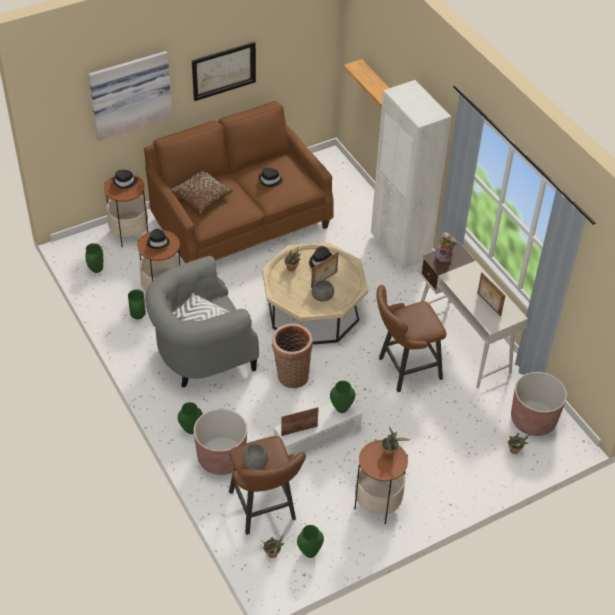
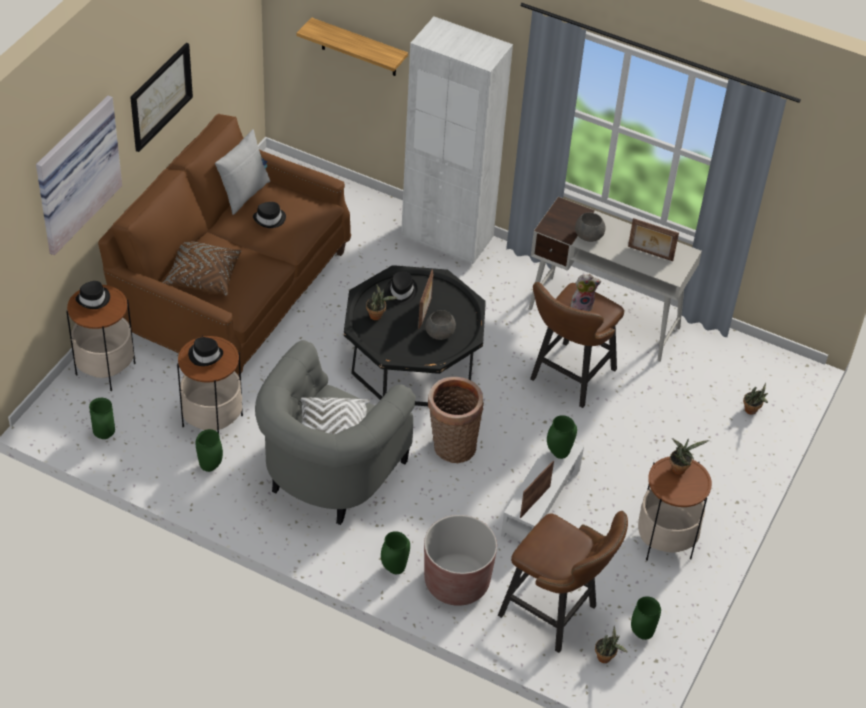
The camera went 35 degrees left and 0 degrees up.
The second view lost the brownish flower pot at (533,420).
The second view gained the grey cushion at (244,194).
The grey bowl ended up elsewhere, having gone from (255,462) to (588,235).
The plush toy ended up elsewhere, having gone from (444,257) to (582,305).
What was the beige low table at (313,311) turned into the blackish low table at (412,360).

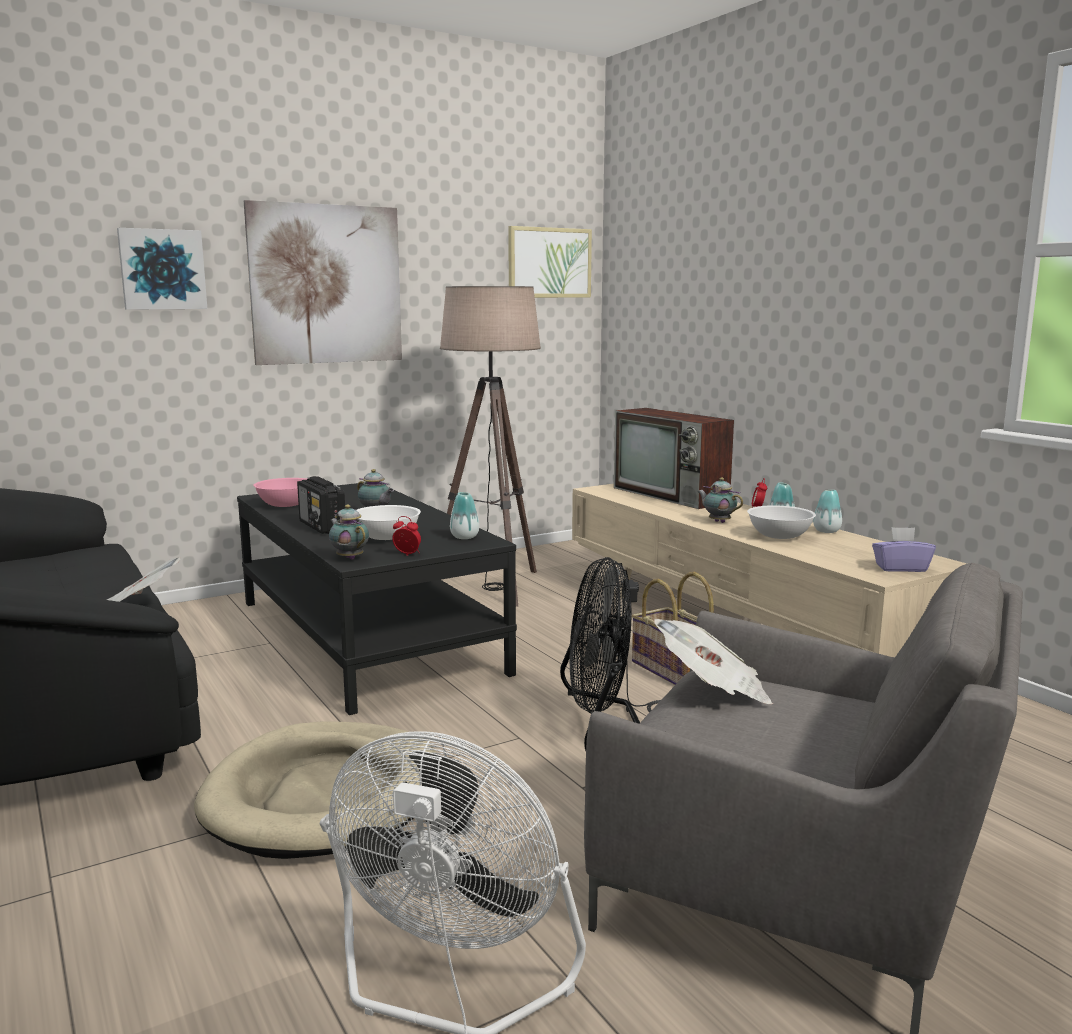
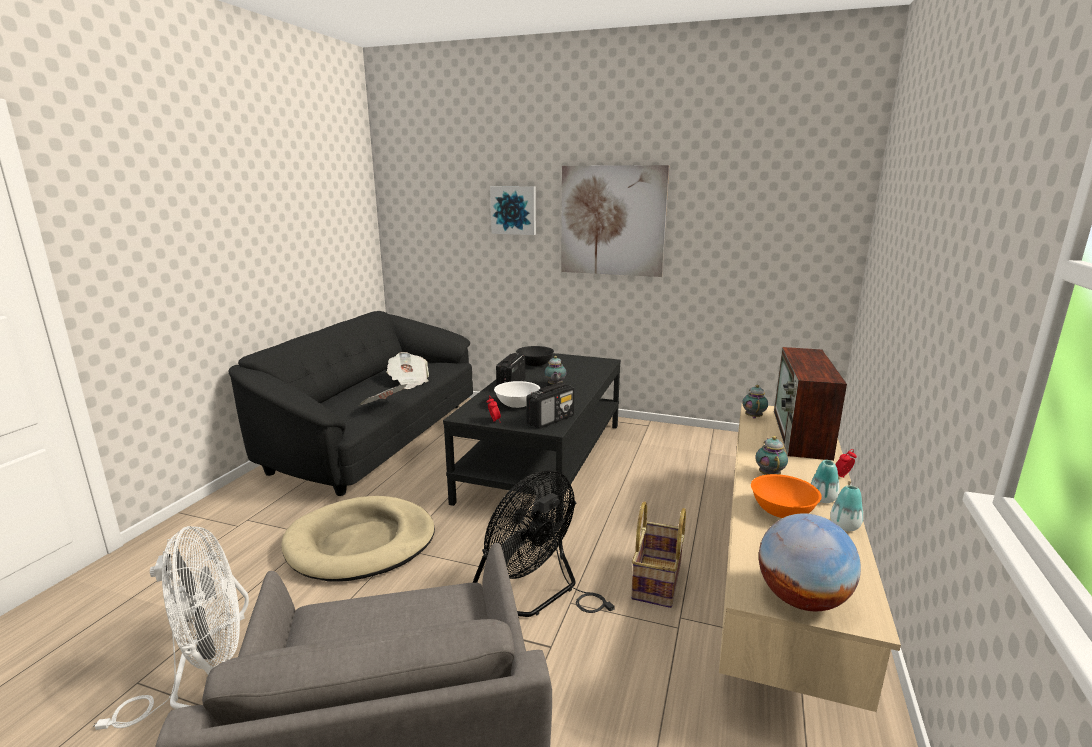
The camera went 50 degrees right and 5 degrees up.
The second view lost the standing lamp at (492,586).
The second view lost the picture at (549,263).
The tea pot ended up elsewhere, having gone from (349,558) to (753,416).
The daily paper ended up elsewhere, having gone from (713,690) to (409,381).
Where the flower vase stood at (464,537), the radio came to stand at (551,420).
Where the purple-coloured box of tissues stood at (901,568), the world globe came to stand at (801,599).
What was the pinkish bowl at (285,505) turned into the blackish bowl at (535,364).
What was the white bowl at (779,536) turned into the orange-coloured bowl at (782,510).

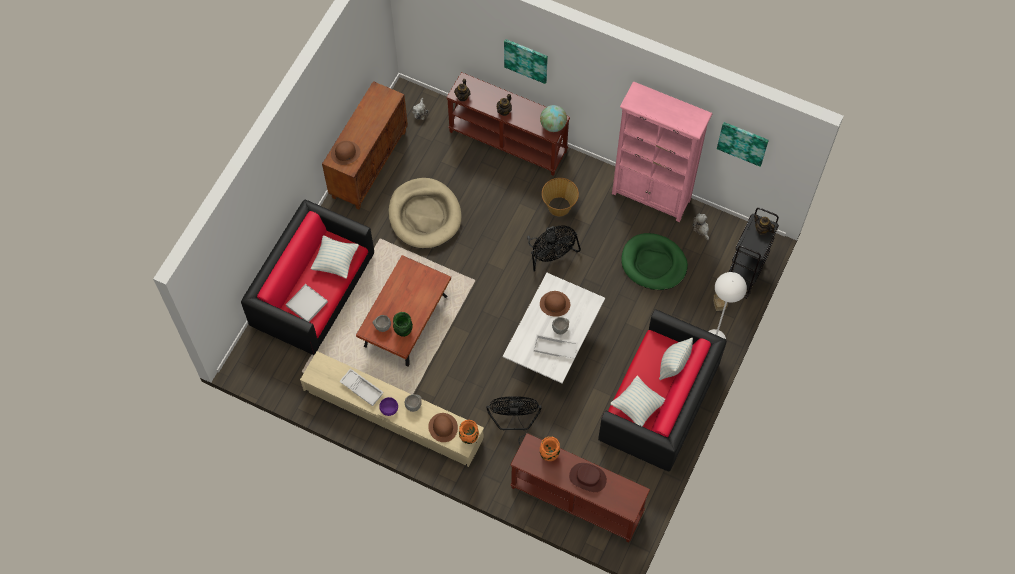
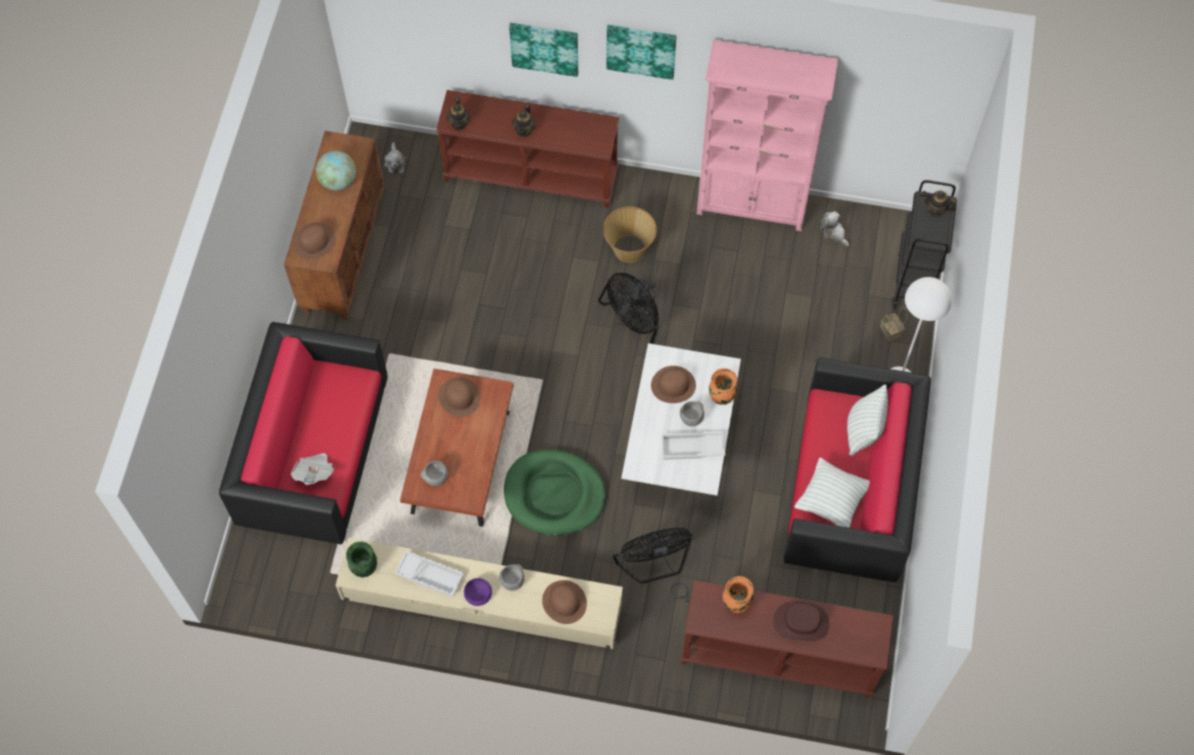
The camera went 15 degrees left and 0 degrees up.
The second view lost the cushion at (335,261).
The second view lost the beige pet bed at (424,215).
The second view gained the brownish hat at (459,397).
The greenish flower vase ended up elsewhere, having gone from (403,331) to (364,568).
The orange-coloured flower vase ended up elsewhere, having gone from (469,438) to (721,397).
The world globe ended up elsewhere, having gone from (553,125) to (338,181).
The greenish pet bed ended up elsewhere, having gone from (653,263) to (554,494).
The picture ended up elsewhere, having gone from (743,143) to (641,50).
Where the white serving tray stood at (307,304), the daily paper came to stand at (315,472).
The blackish cooling fan at (549,254) ended up facing another way, 90 degrees clockwise from before.

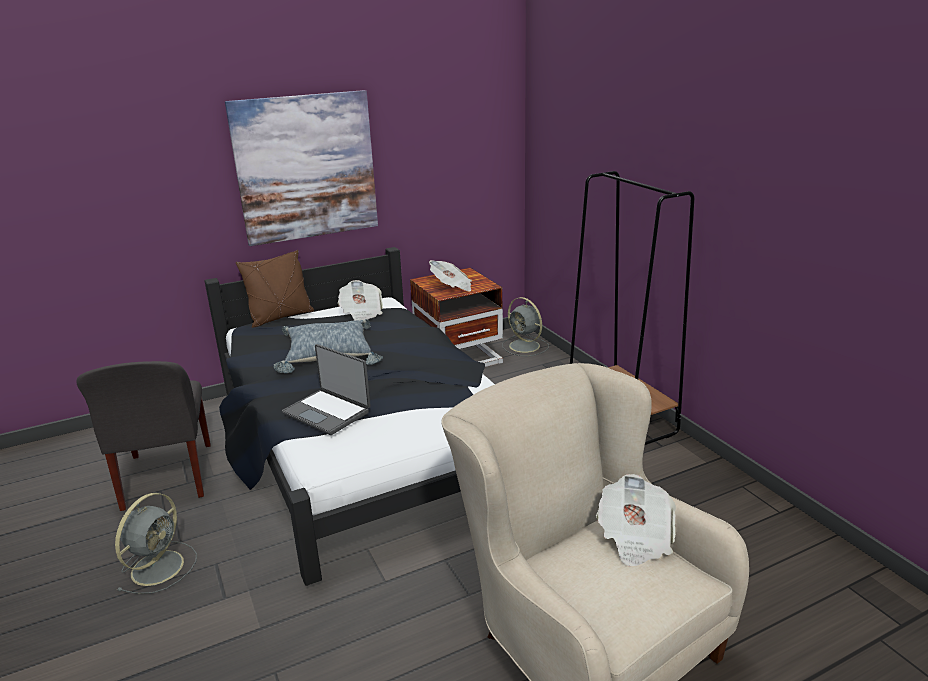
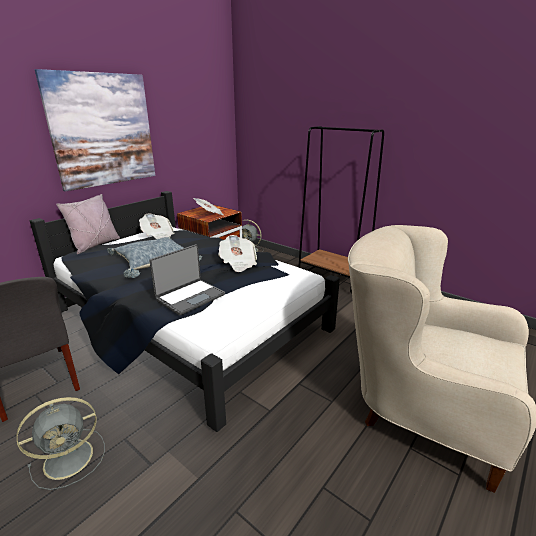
The camera went 25 degrees left and 0 degrees up.
The daily paper ended up elsewhere, having gone from (635,538) to (238,263).
What was the brownish cushion at (280,317) turned into the purple-coloured cushion at (95,245).
The grey cooling fan at (159,566) ended up facing another way, 60 degrees clockwise from before.
The laptop at (328,412) ended up facing another way, 60 degrees counterclockwise from before.

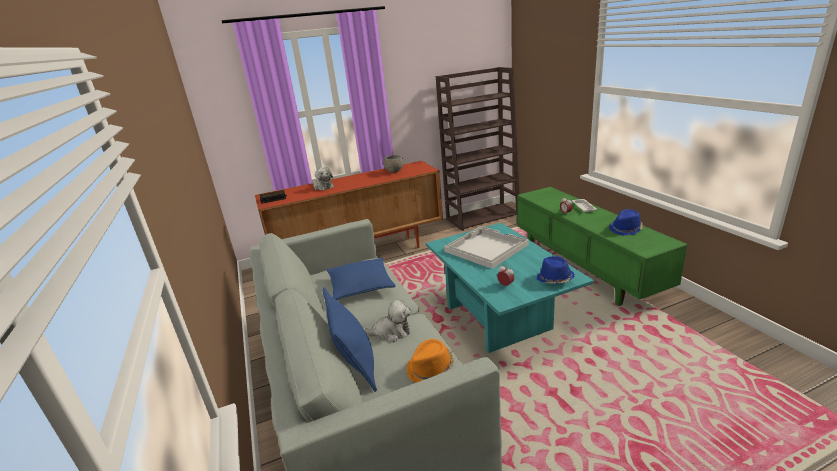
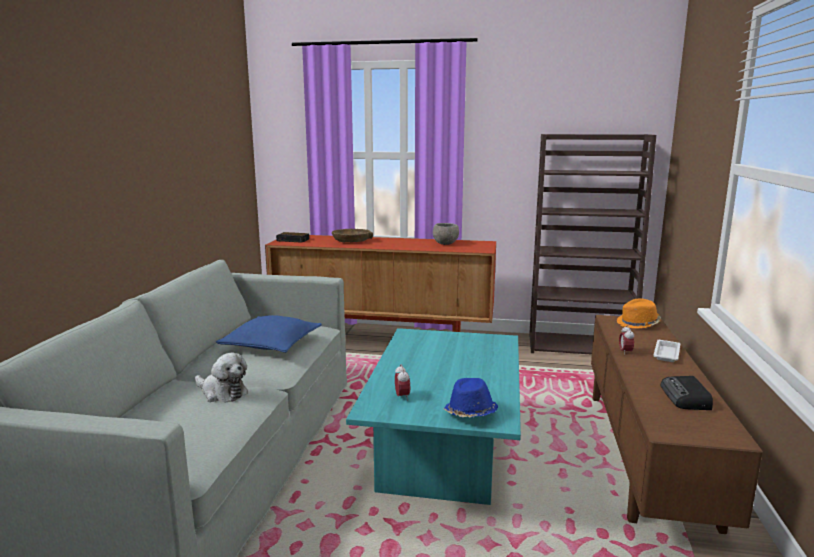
The camera went 30 degrees right and 10 degrees down.
The second view lost the bluish cushion at (356,367).
The second view lost the white serving tray at (485,248).
The orange-coloured hat ended up elsewhere, having gone from (431,369) to (638,324).
Where the plush toy stood at (322,187), the brownish bowl came to stand at (352,241).
Where the bluish hat stood at (626,229), the radio came to stand at (686,398).
What was the greenish media console at (586,267) turned into the brownish media console at (648,453).

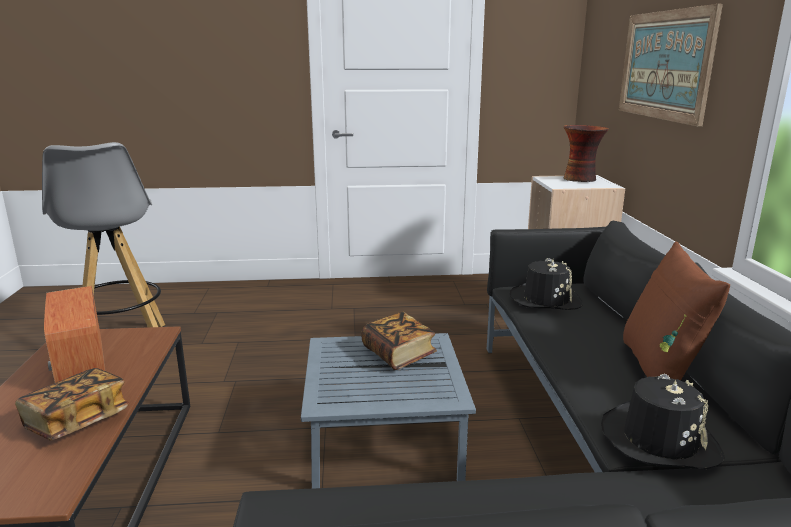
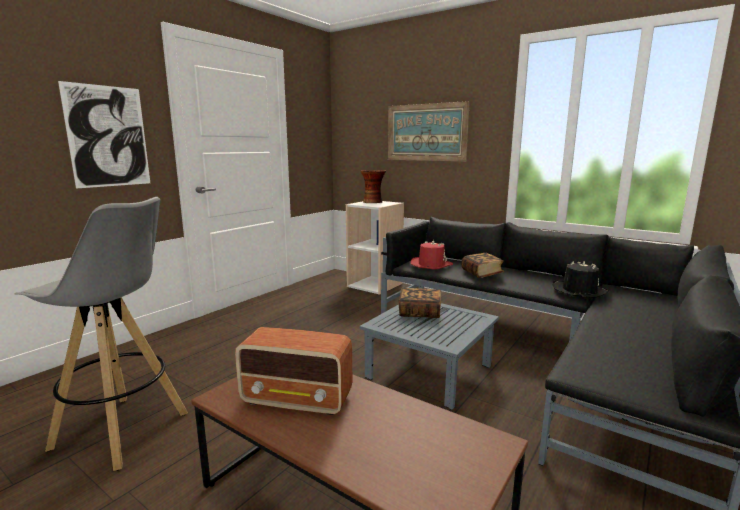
The camera went 50 degrees left and 5 degrees down.
The second view lost the brownish cushion at (660,371).
The second view gained the picture at (108,136).
The bound book ended up elsewhere, having gone from (77,421) to (481,273).
What was the blackish hat at (545,299) turned into the red-coloured hat at (431,265).

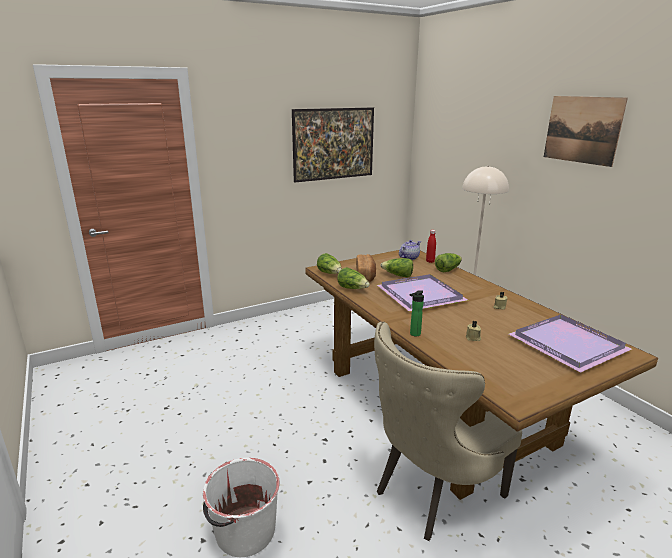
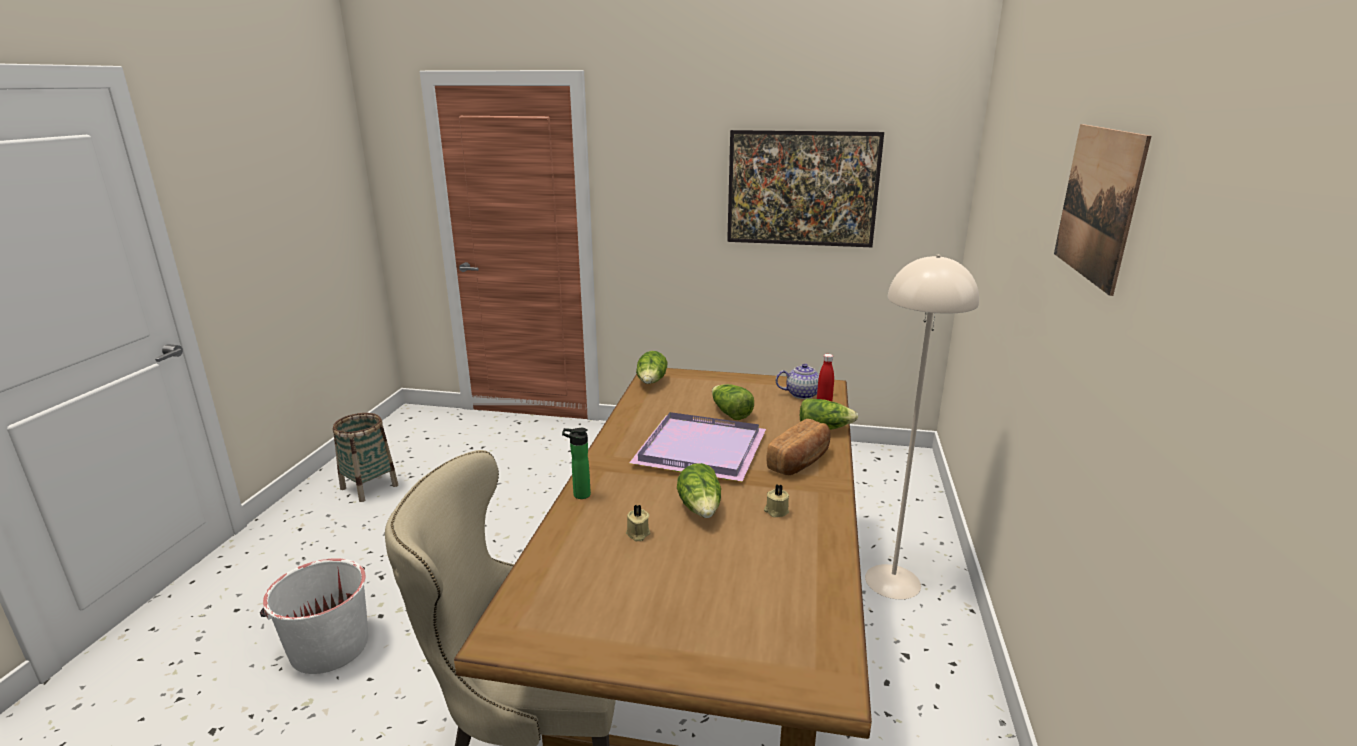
The camera went 40 degrees right and 0 degrees up.
The second view lost the purple-coloured serving tray at (570,345).
The second view gained the basket at (369,487).
The head of lettuce ended up elsewhere, having gone from (353,288) to (701,509).
The bakery bread ended up elsewhere, having gone from (366,275) to (800,461).

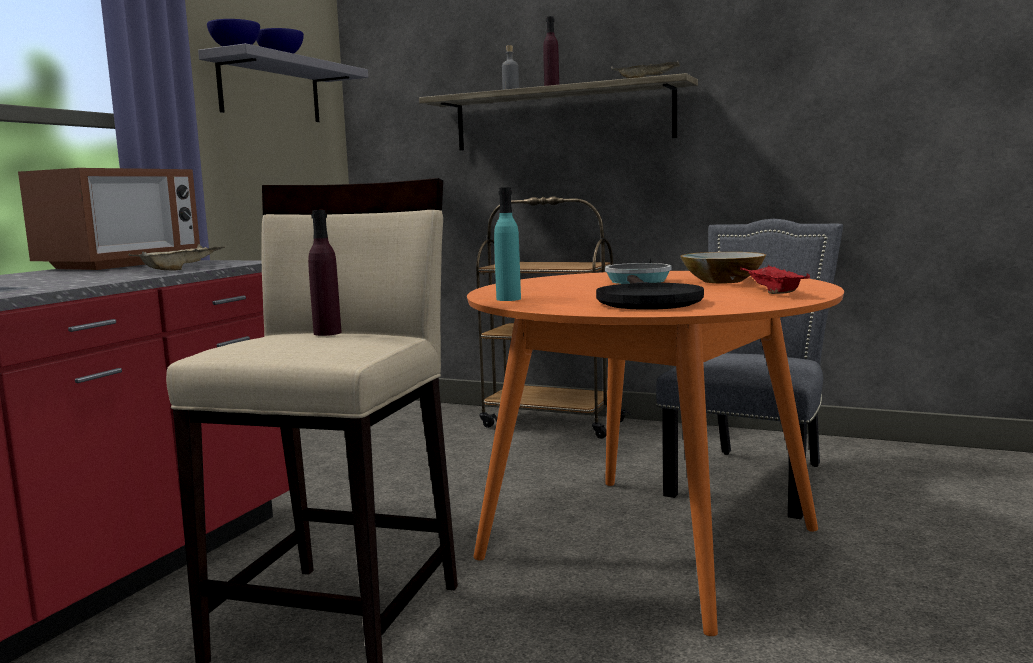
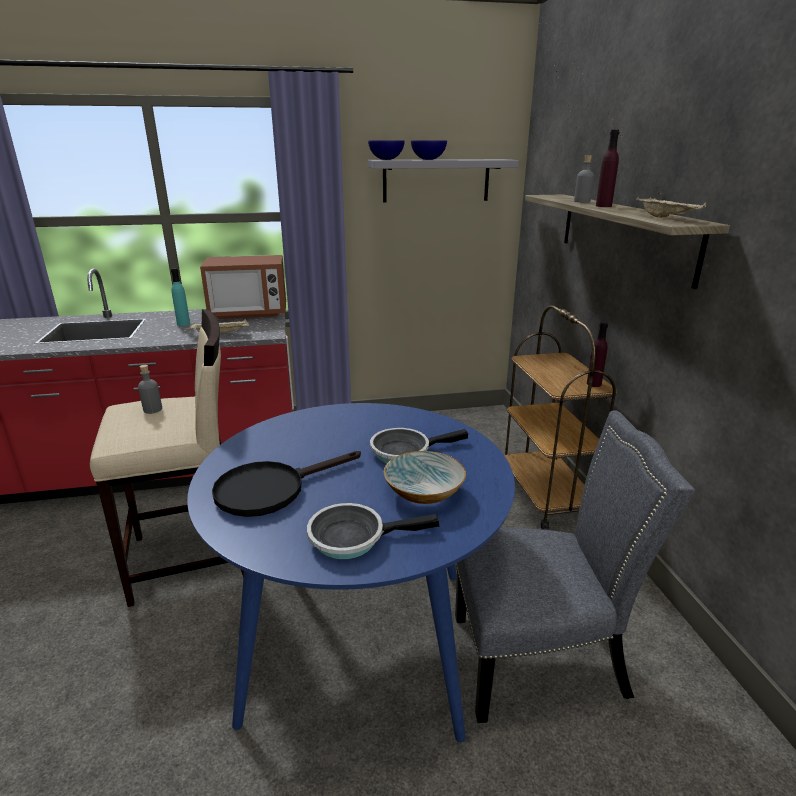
The camera went 55 degrees right and 15 degrees up.
The second view gained the grey bottle at (152,409).
The purple-coloured bottle ended up elsewhere, having gone from (327,333) to (594,384).
The blue-green bottle ended up elsewhere, having gone from (508,299) to (183,324).
Where the red-coloured serving tray stood at (771,292), the skillet came to stand at (353,537).
What was the orange-coloured dinner table at (649,544) turned into the bluish dinner table at (360,641).

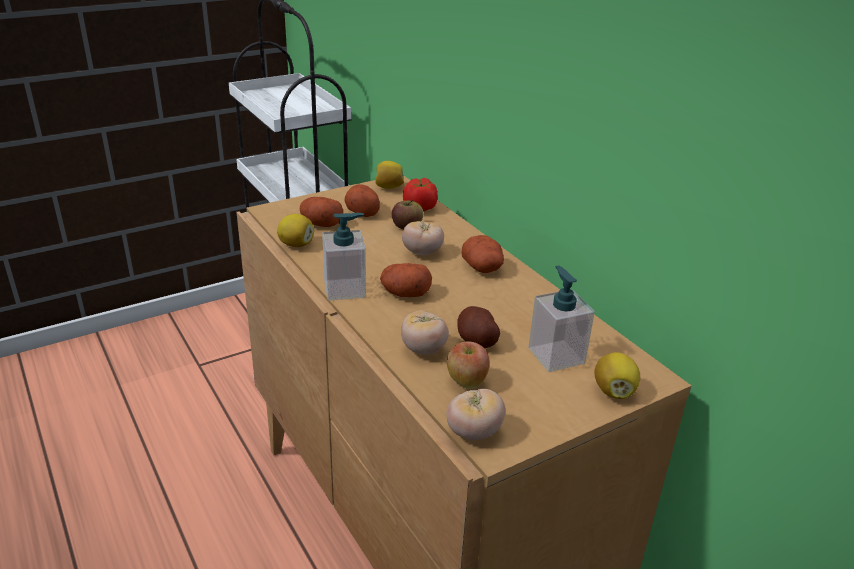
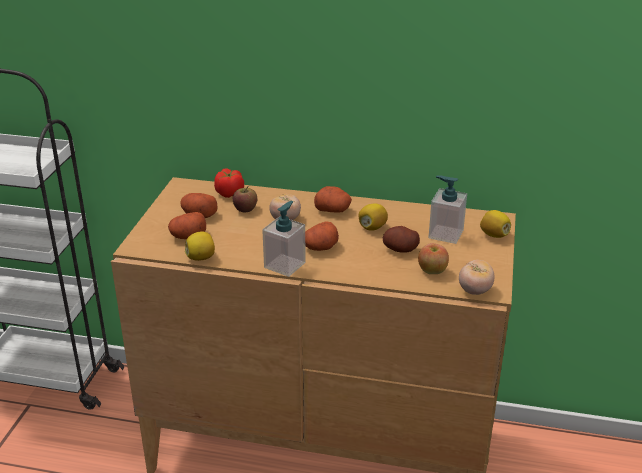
The camera went 45 degrees left and 0 degrees up.
The second view lost the tomato at (423,349).
The whole lemon ended up elsewhere, having gone from (388,187) to (372,227).

